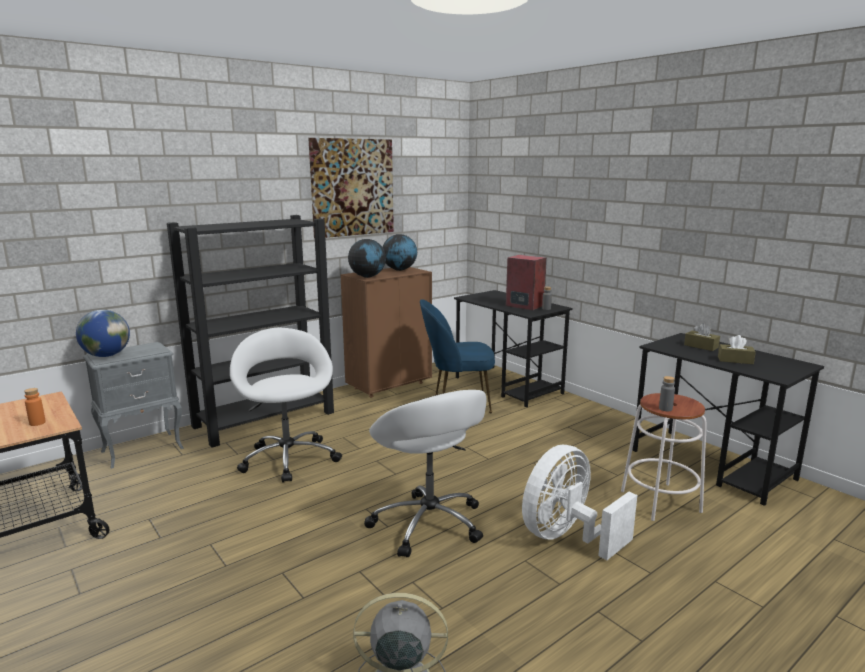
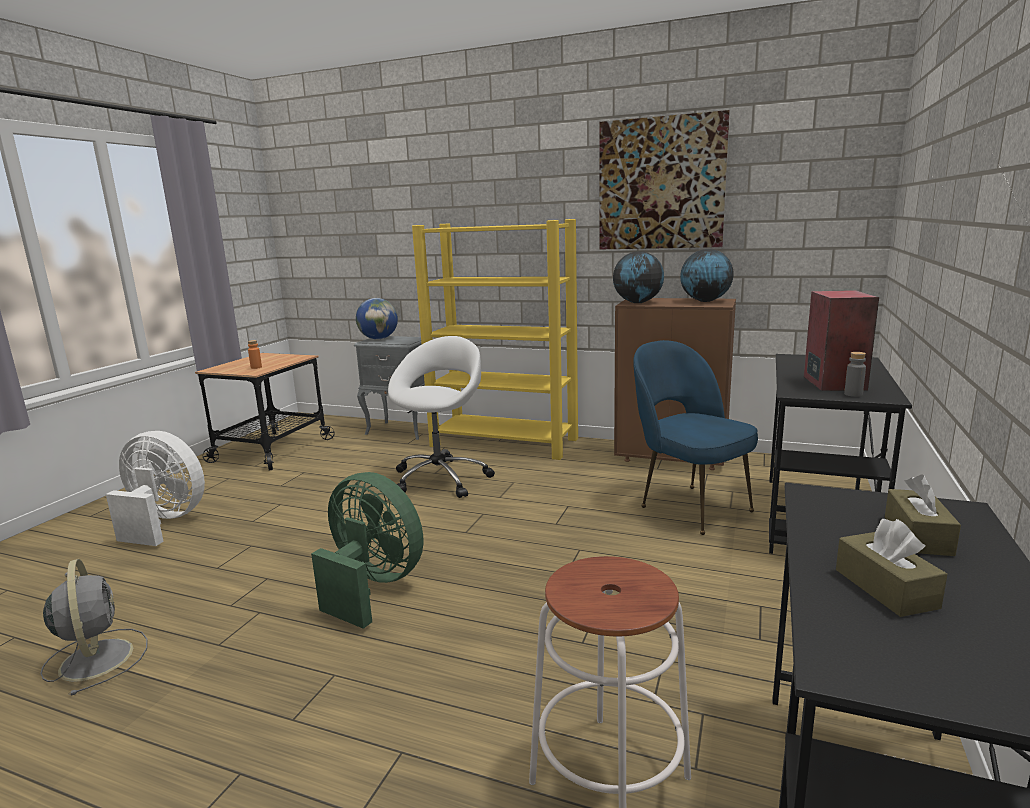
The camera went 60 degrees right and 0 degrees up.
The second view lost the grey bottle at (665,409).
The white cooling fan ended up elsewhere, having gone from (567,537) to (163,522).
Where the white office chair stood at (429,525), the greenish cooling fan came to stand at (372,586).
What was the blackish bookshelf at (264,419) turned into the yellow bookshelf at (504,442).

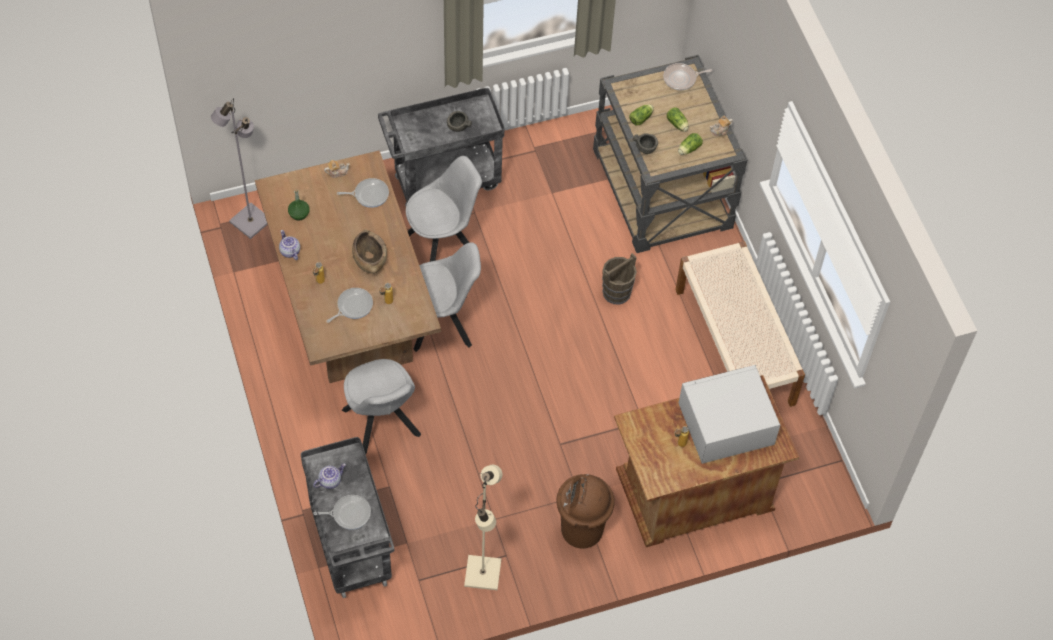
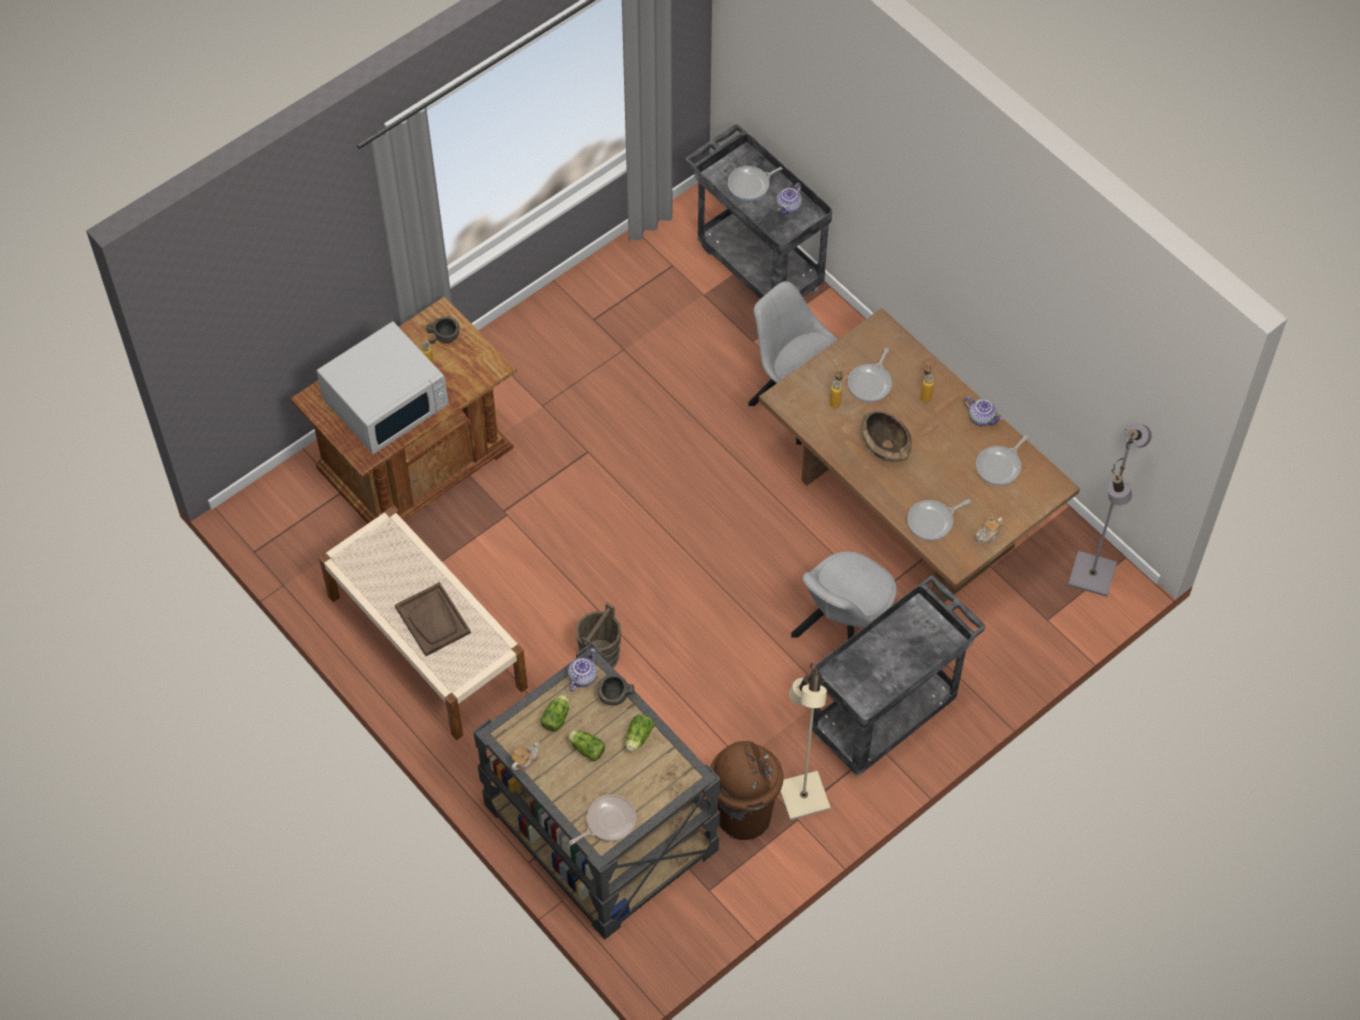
The camera went 160 degrees right and 0 degrees up.
The second view lost the grey chair at (442,323).
The second view gained the brownish serving tray at (433,620).
The second view gained the tea pot at (582,677).
The grey bowl ended up elsewhere, having gone from (457,126) to (446,335).
The beige standing lamp ended up elsewhere, having gone from (482,573) to (803,796).
The brownish trash can ended up elsewhere, having gone from (581,530) to (743,814).
Where the greenish bottle stood at (299,214), the skillet came to stand at (1000,466).

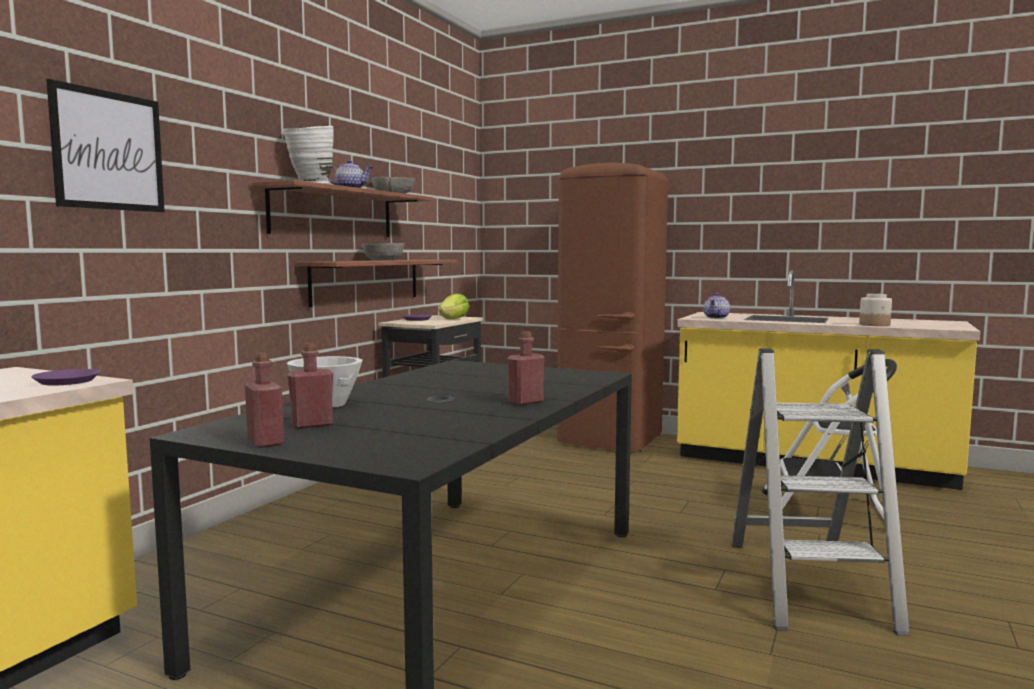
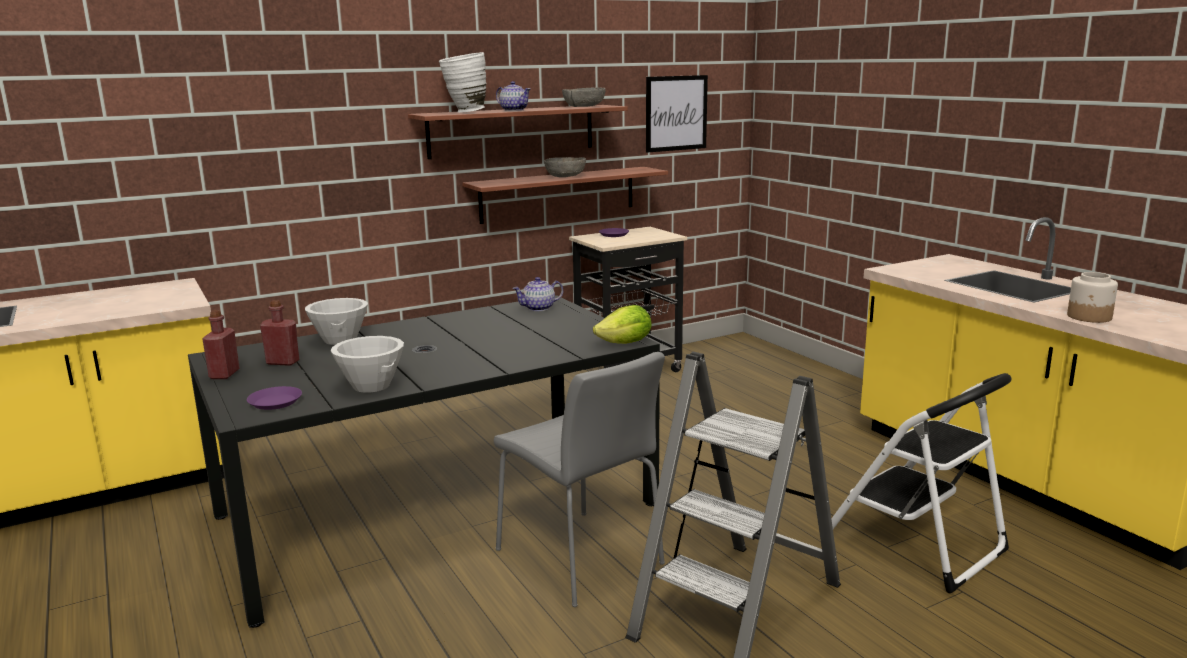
The camera went 35 degrees right and 10 degrees up.
The second view lost the red-coloured bottle at (525,402).
The second view lost the brownish kitchen fridge at (609,440).
The second view gained the white bowl at (372,385).
The second view gained the grey chair at (583,559).
The purple-coloured dinner plate ended up elsewhere, having gone from (66,381) to (275,402).
The picture ended up elsewhere, having gone from (108,151) to (676,113).
The head of lettuce ended up elsewhere, having gone from (454,319) to (625,343).
The tea pot ended up elsewhere, having gone from (716,317) to (539,308).

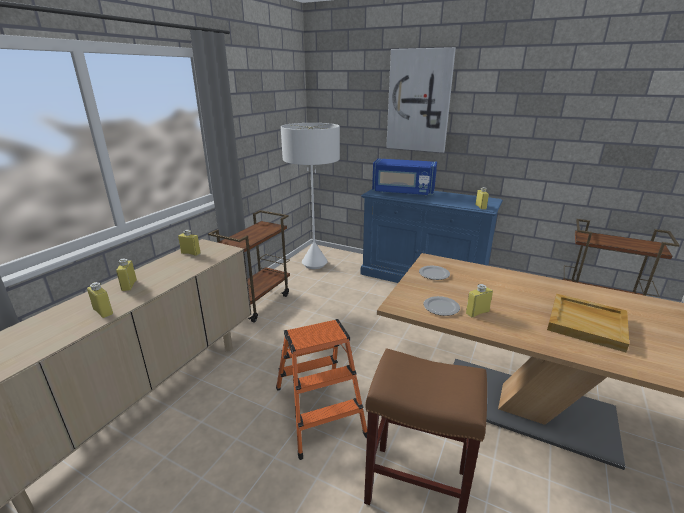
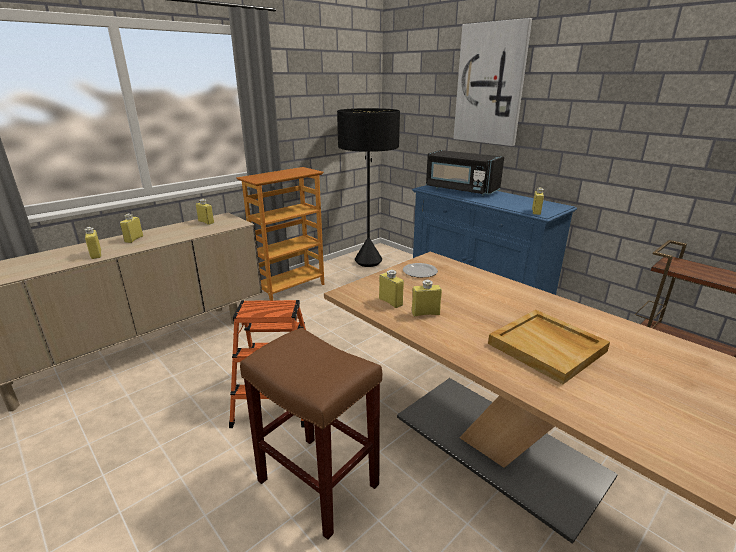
The camera went 20 degrees right and 0 degrees up.
Where the brownish cart stood at (259,303), the bookshelf came to stand at (290,288).
Where the dinner plate stood at (440,307), the yellow bottle came to stand at (390,302).
What was the white standing lamp at (314,264) turned into the blackish standing lamp at (368,262).
What was the bluish kitchen microwave at (403,192) turned into the blackish kitchen microwave at (461,190).

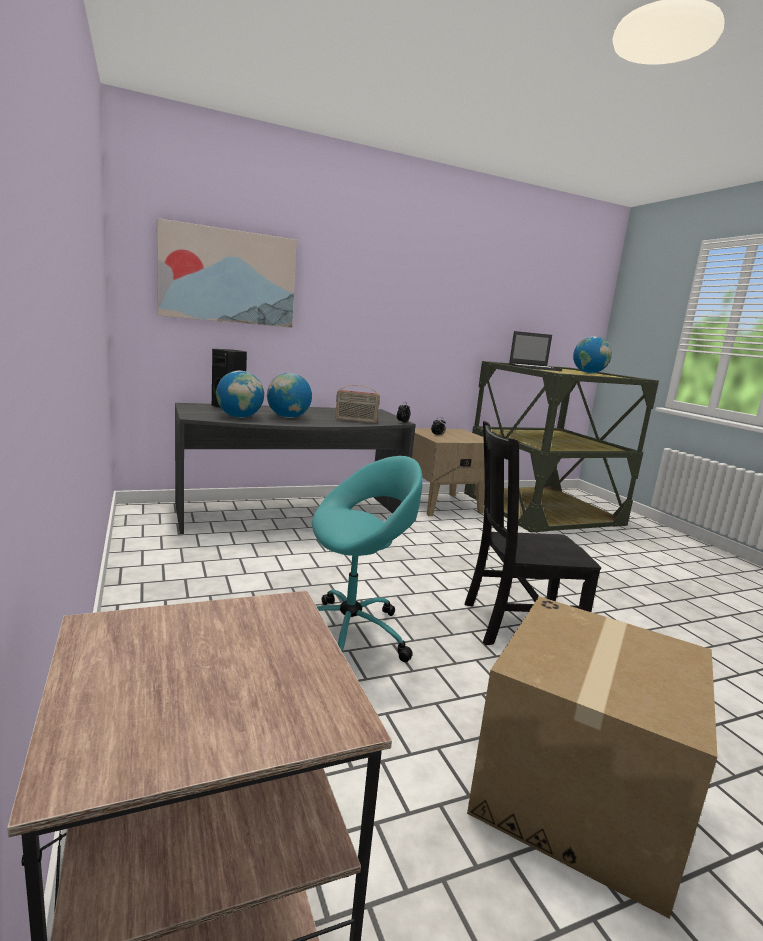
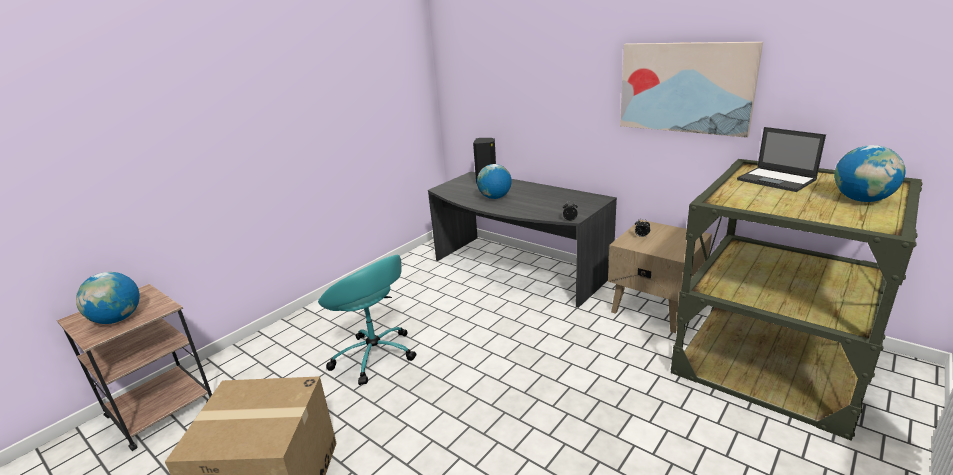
The camera went 65 degrees right and 10 degrees up.
The second view lost the radio at (356,420).
The second view lost the blackish chair at (516,624).
The picture ended up elsewhere, having gone from (228,276) to (685,87).
The world globe ended up elsewhere, having gone from (239,417) to (117,319).

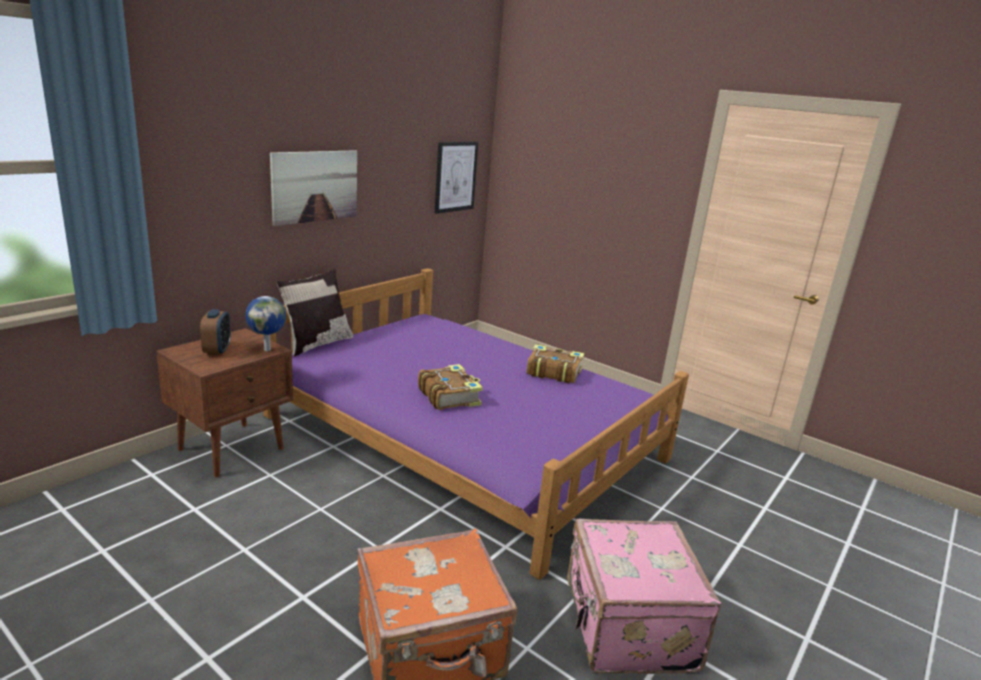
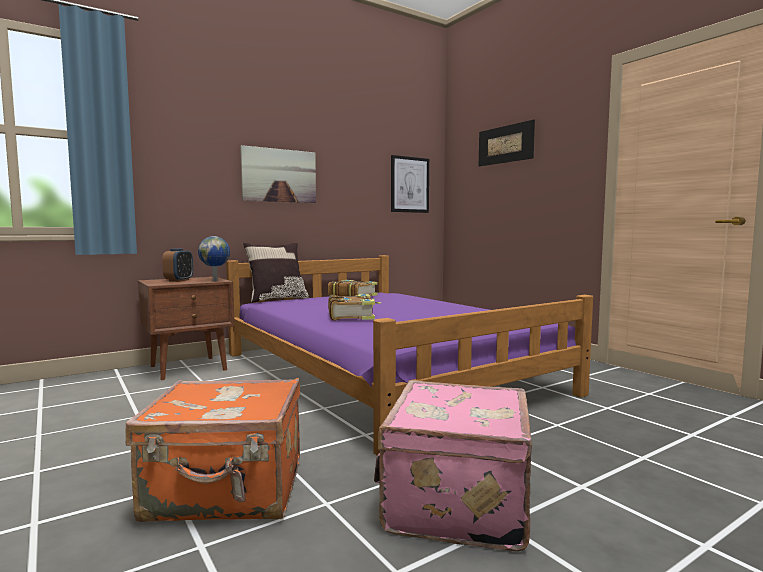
The camera went 20 degrees right and 15 degrees down.
The second view gained the picture at (505,144).
The bound book ended up elsewhere, having gone from (553,372) to (352,296).

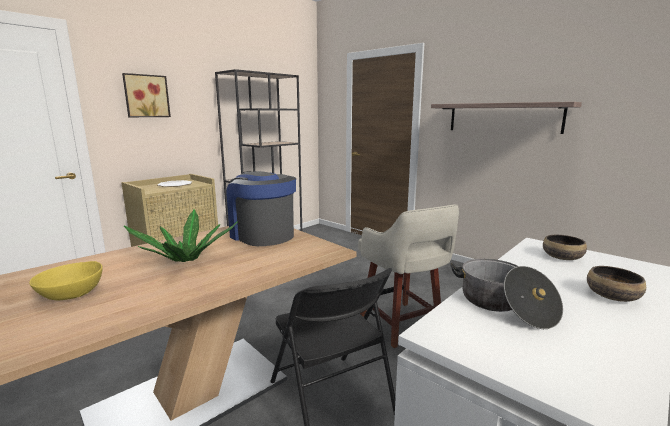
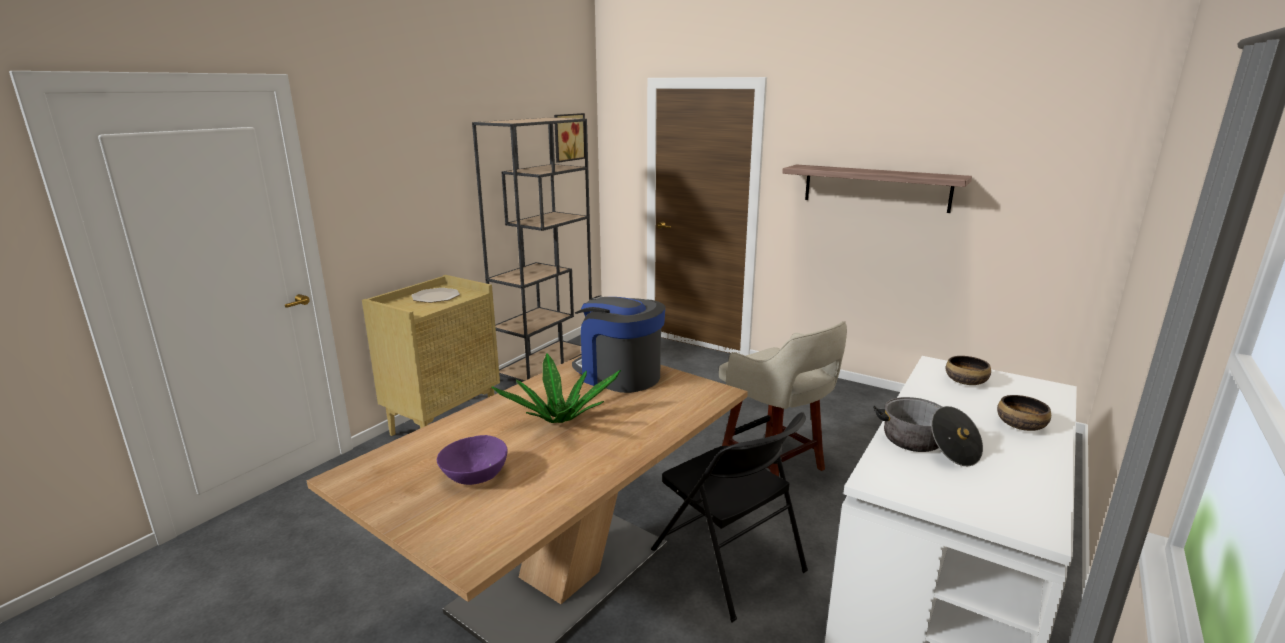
The camera went 10 degrees left and 5 degrees up.
The picture ended up elsewhere, having gone from (146,96) to (568,137).
What was the yellow bowl at (71,294) turned into the purple-coloured bowl at (474,476).

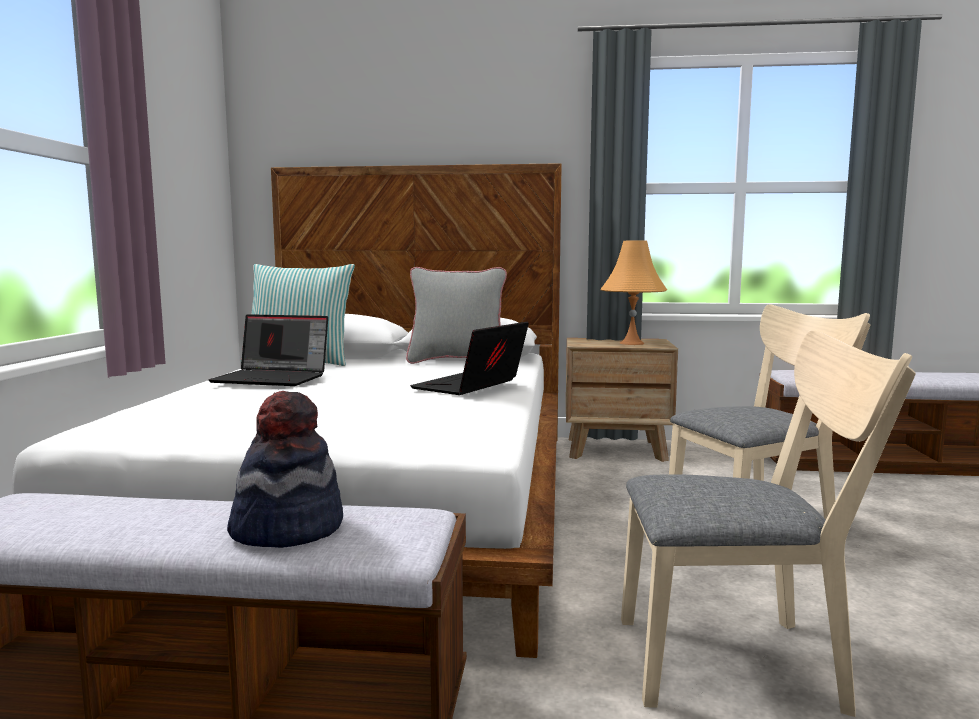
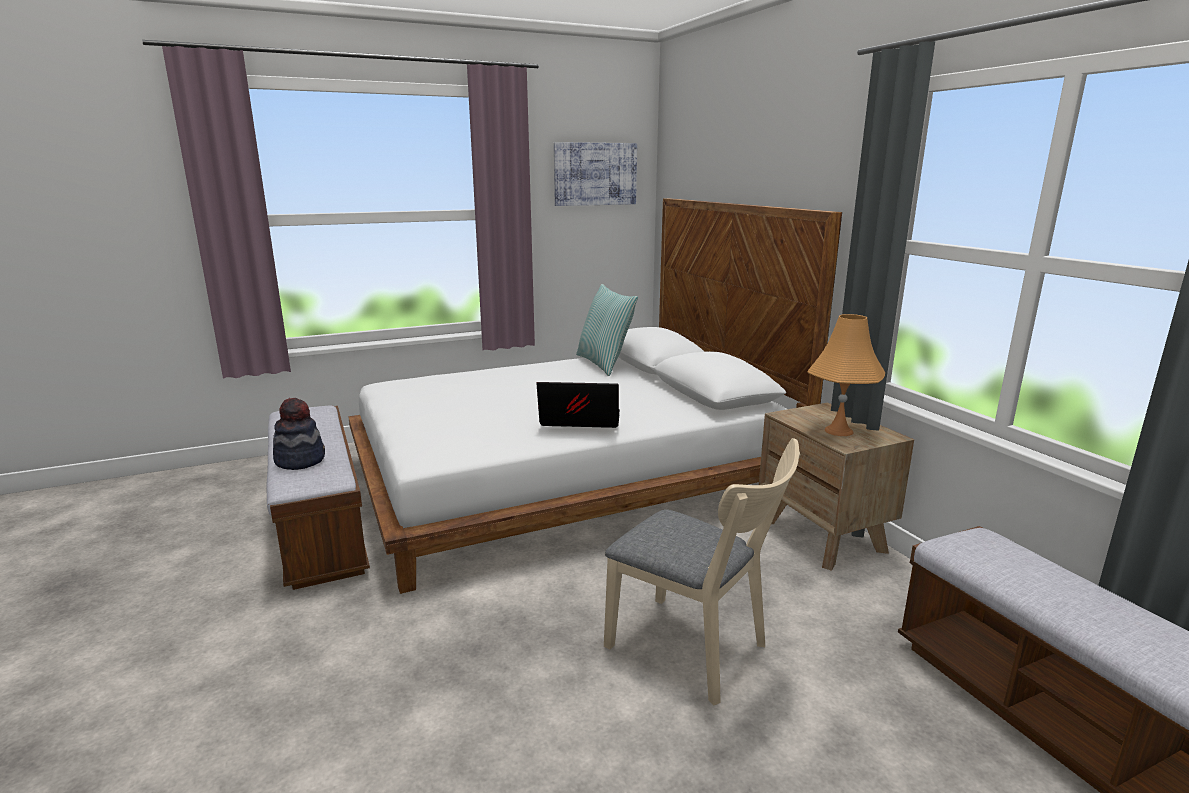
The camera went 60 degrees right and 10 degrees up.
The second view lost the laptop at (273,378).
The second view lost the grey cushion at (456,361).
The second view lost the beige chair at (744,662).
The second view gained the picture at (595,174).

